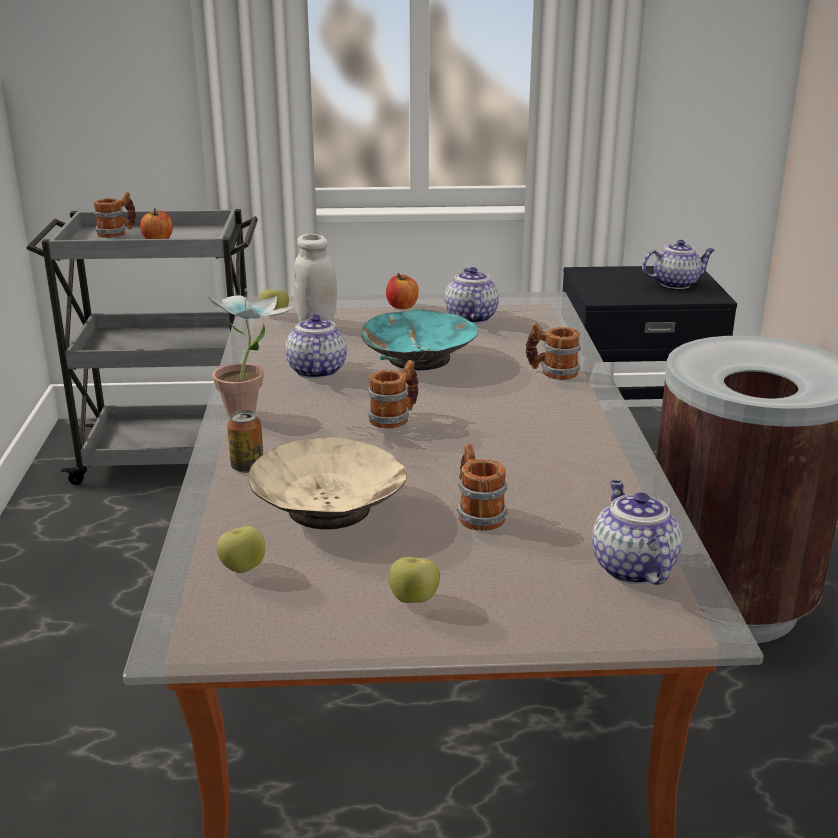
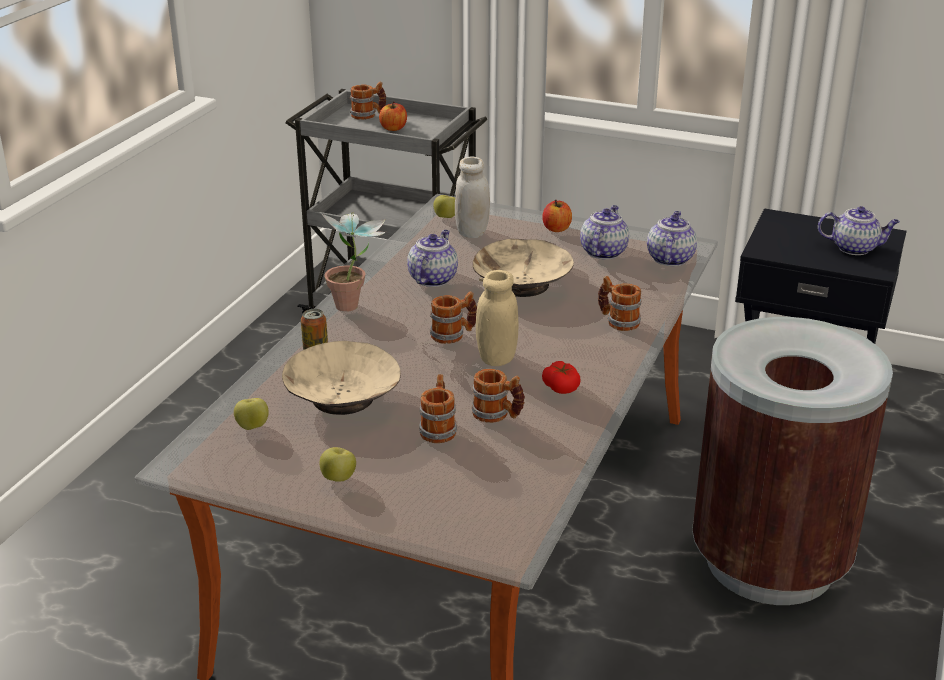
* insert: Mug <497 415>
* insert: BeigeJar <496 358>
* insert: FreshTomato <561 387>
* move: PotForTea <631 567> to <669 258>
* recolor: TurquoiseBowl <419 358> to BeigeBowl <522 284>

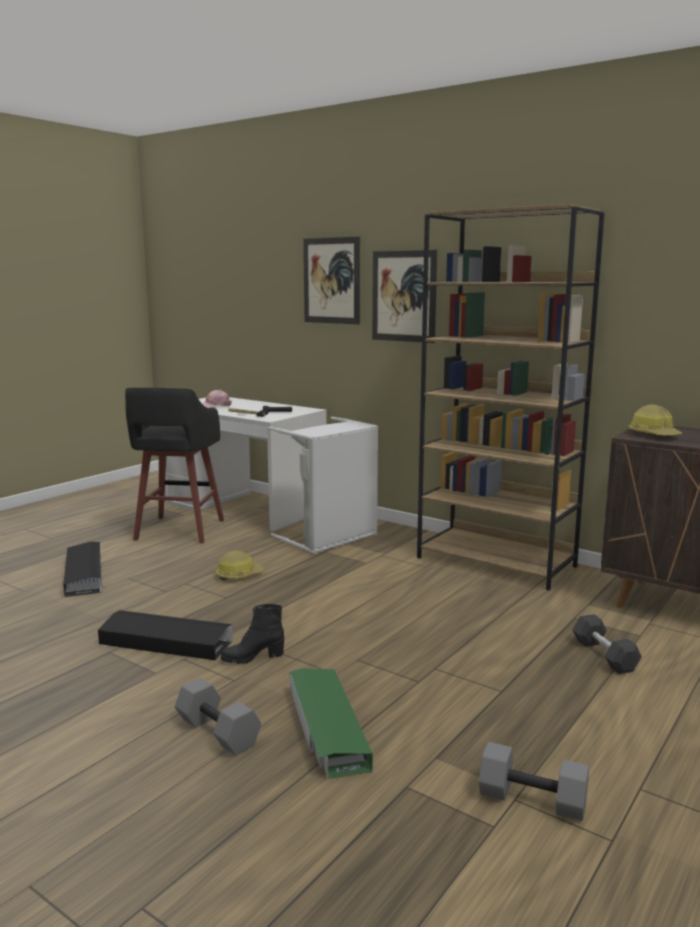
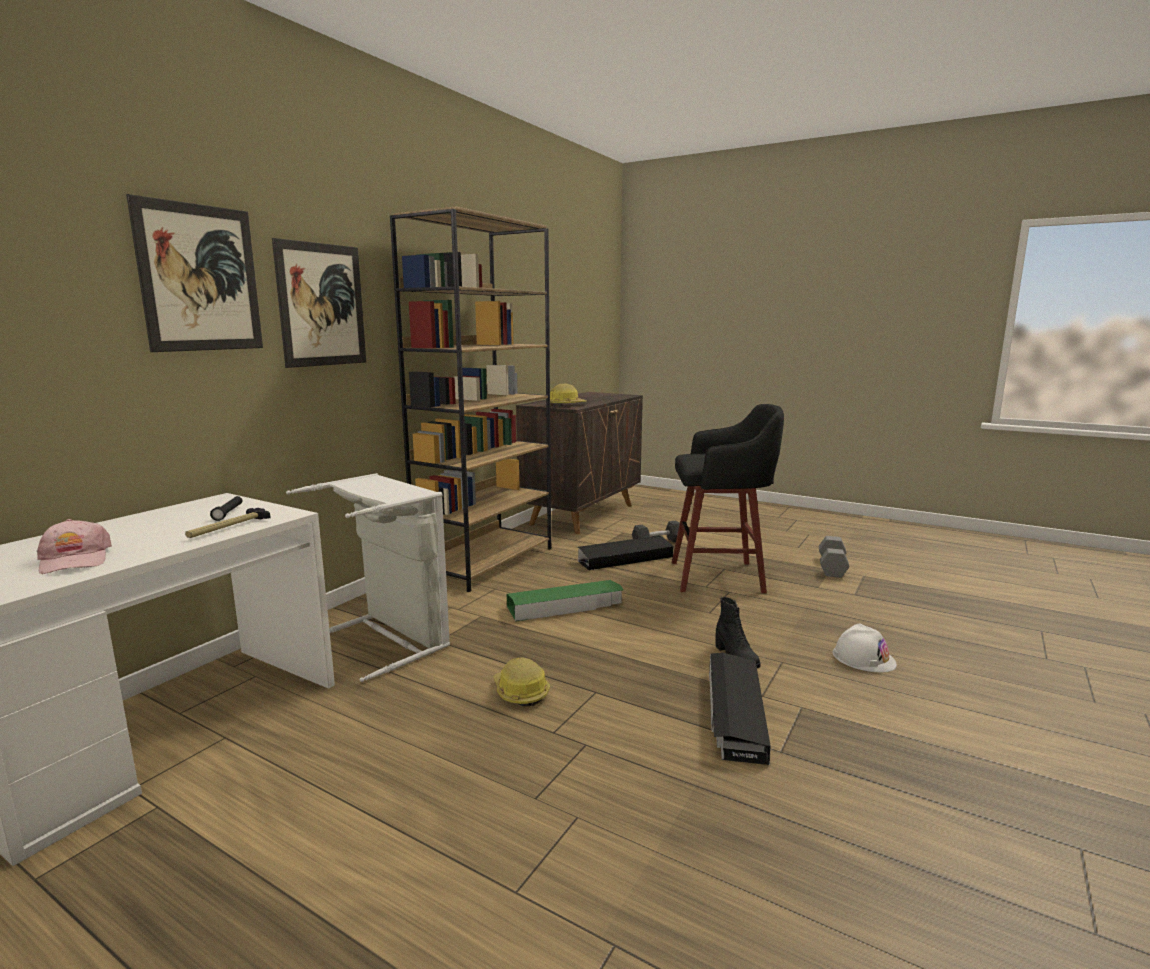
* move: BlackColouredStorageBox <84 575> to <624 559>
* move: BlackColouredSittingStool <178 531> to <720 577>
* move: GreenColouredStorageBox <327 728> to <565 606>
* replace: GreyishHandWeight <219 732> to WhiteColouredHardHat <863 658>

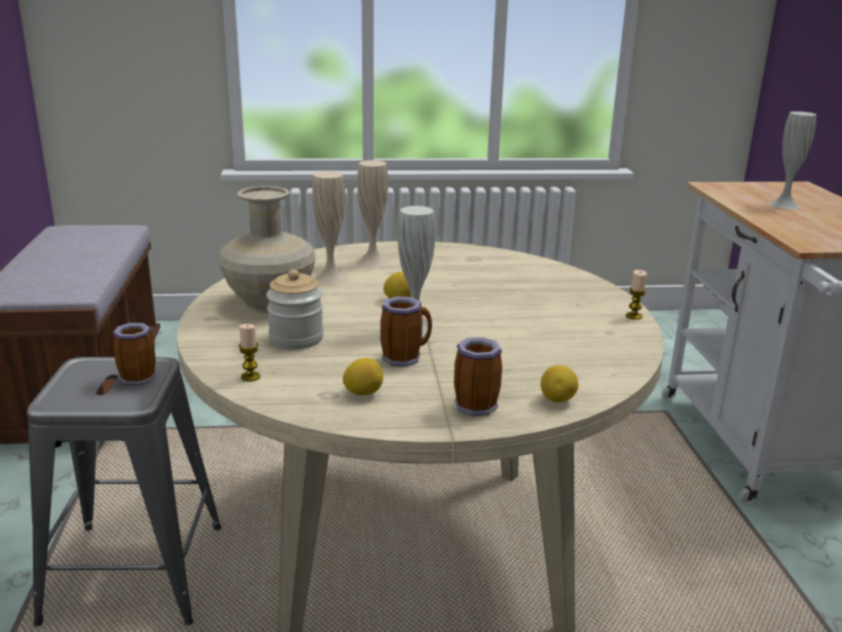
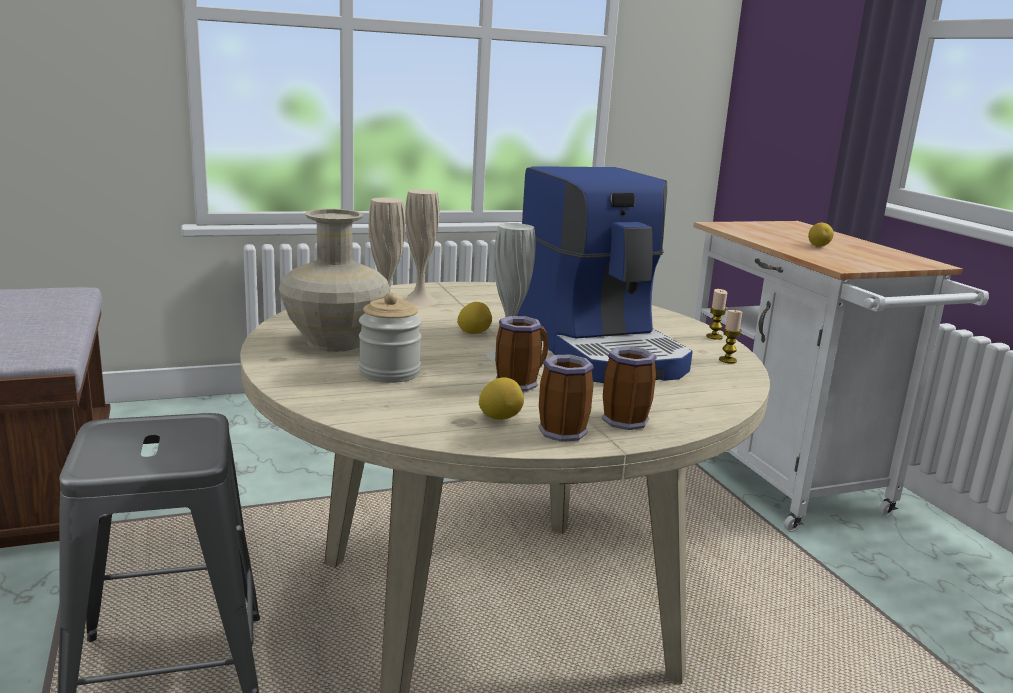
* delete: WhiteColouredVase <784 204>
* insert: CoffeeMachine <601 348>
* move: Mug <139 376> to <561 430>
* move: WaxCandle <250 377> to <727 360>
* move: WholeLemon <557 400> to <818 246>

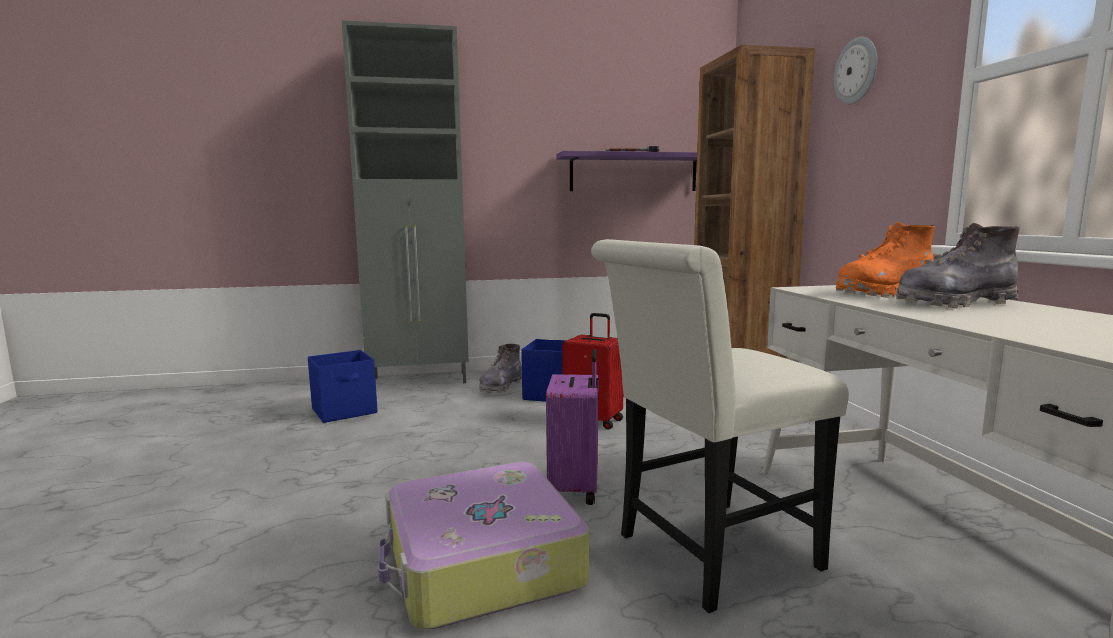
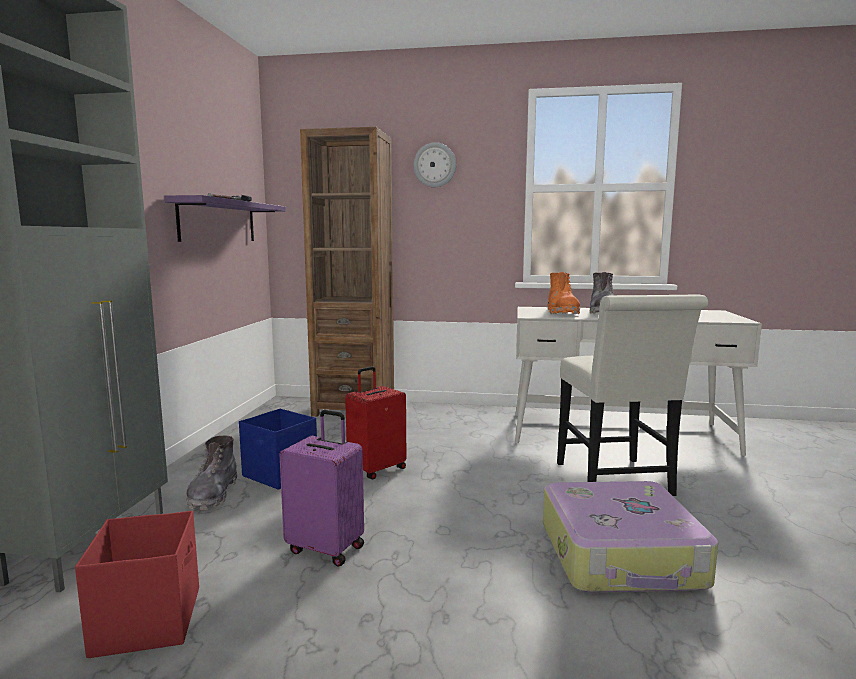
* move: PurplishSuitcase <576 489> to <327 548>
* recolor: BlueStorageBox <345 411> to RedColouredStorageBox <149 620>
* rotate: GreyishTallBoot <501 386> = <213 494> 45 degrees clockwise

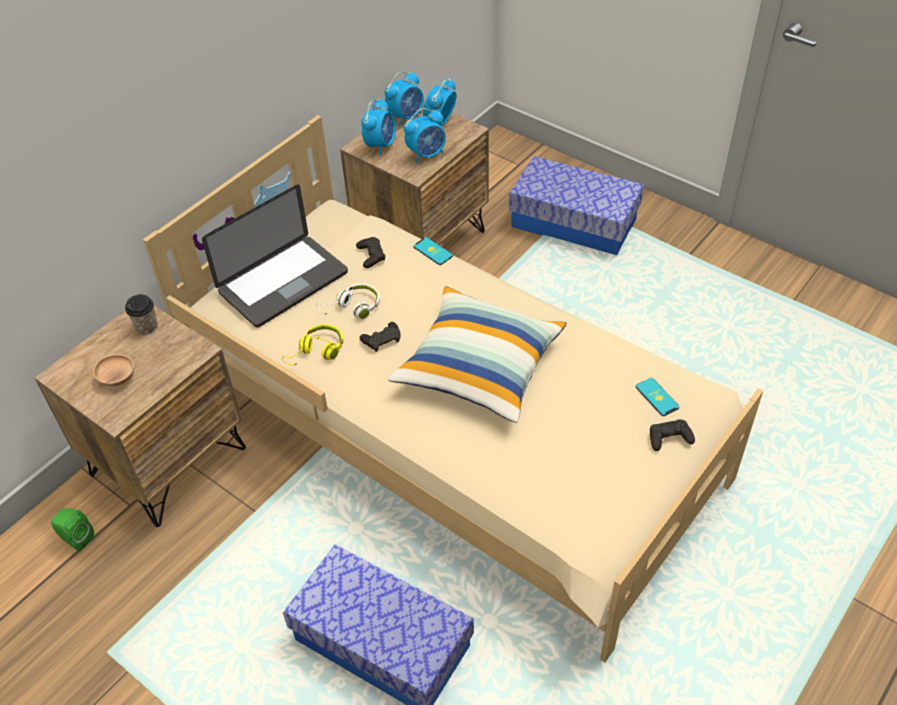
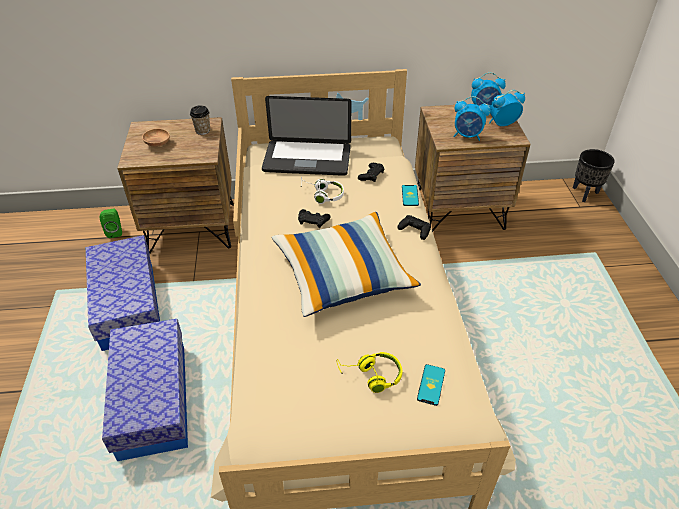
* delete: TableClock <381 145>
* insert: BlackColouredPlanter <585 194>
* move: YellowColouredPairOfHeadphones <317 352> to <371 376>
* move: StorageBox <574 223> to <129 305>
* move: BlackColouredGamepad <669 438> to <415 230>

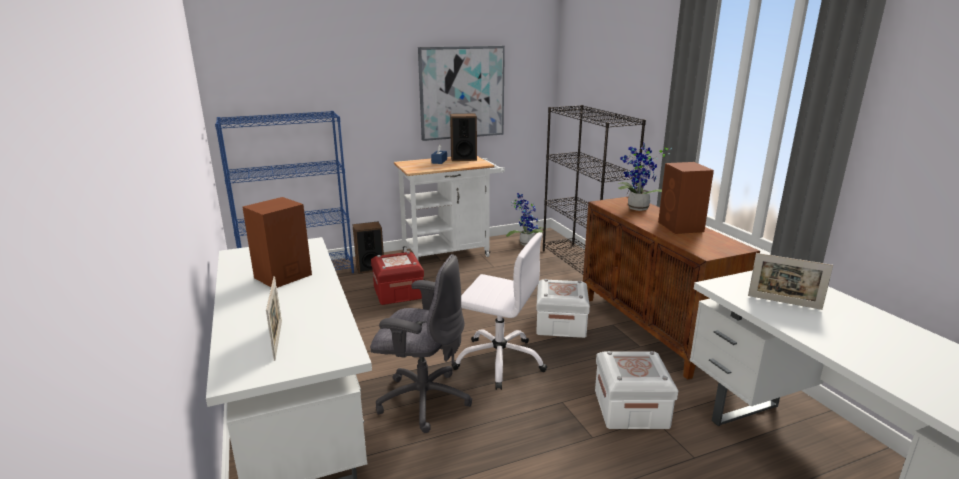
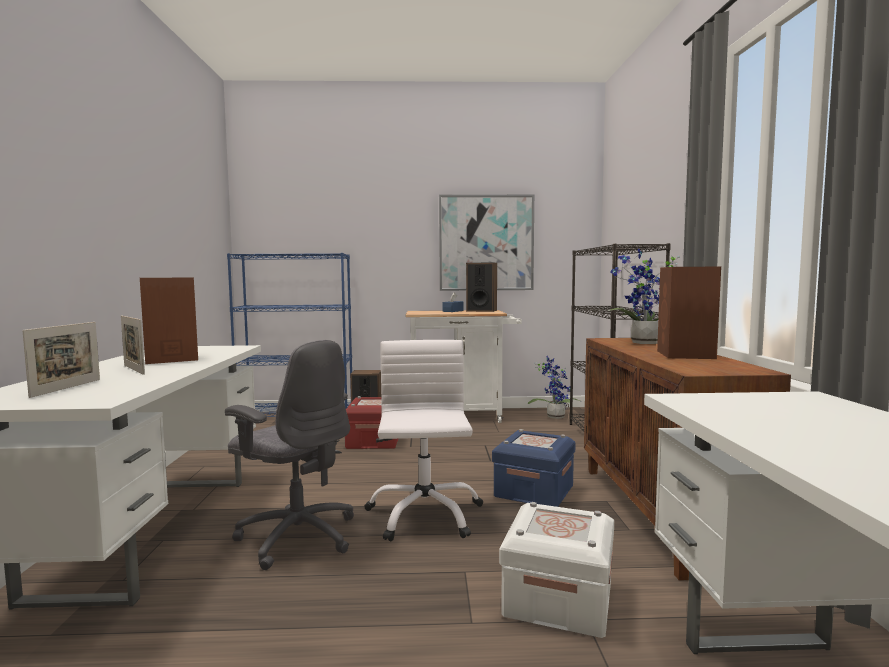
* move: PictureFrame <784 302> to <134 370>
* recolor: WhiteColouredStorageBox <560 324> to BlueStorageBox <534 491>
* rotate: WhiteColouredDeskChair <499 361> = <424 515> 135 degrees counterclockwise

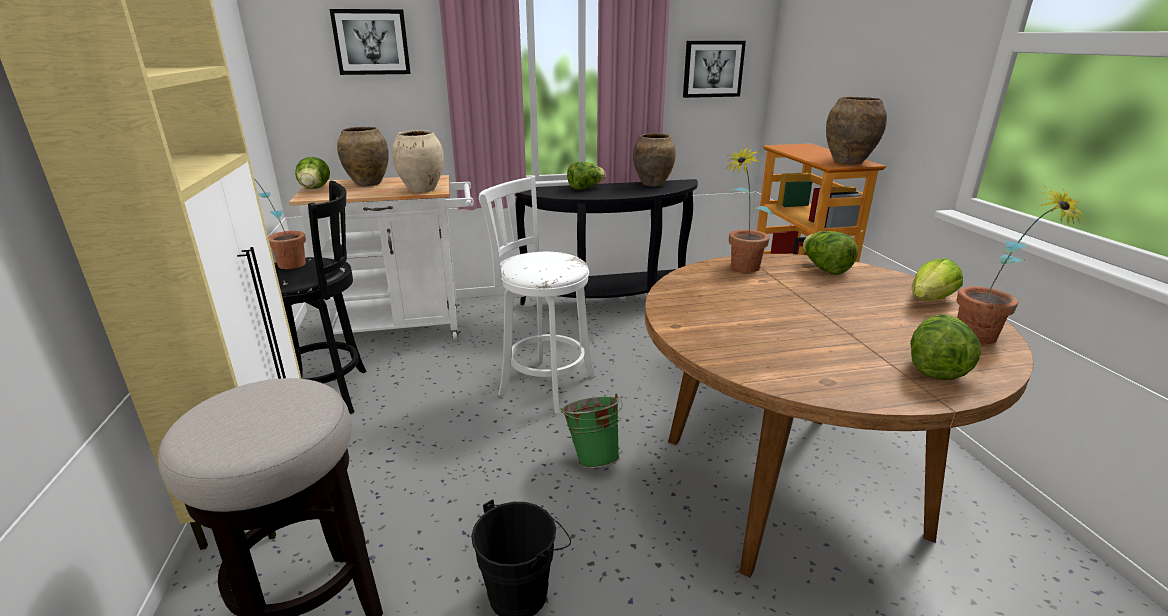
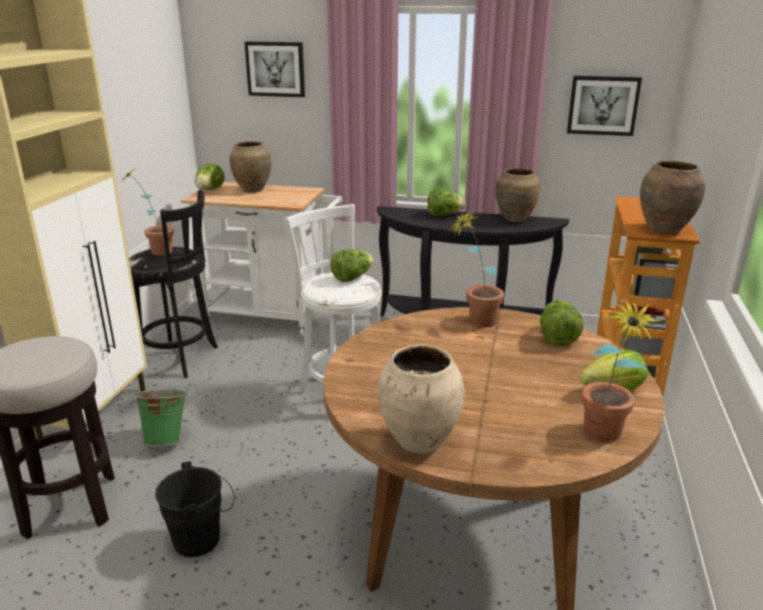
* move: BeigeVase <422 190> to <420 442>
* move: GreenColouredWaterBucket <592 457> to <167 439>
* move: LettuceHead <935 367> to <352 278>

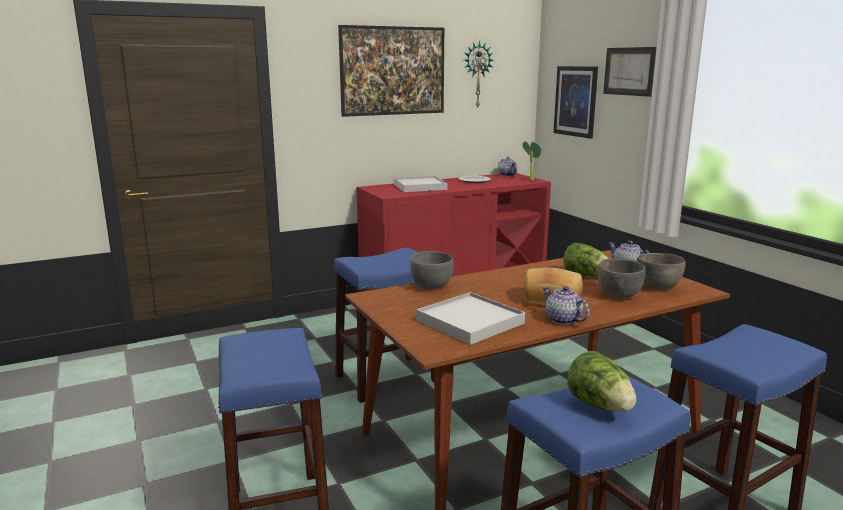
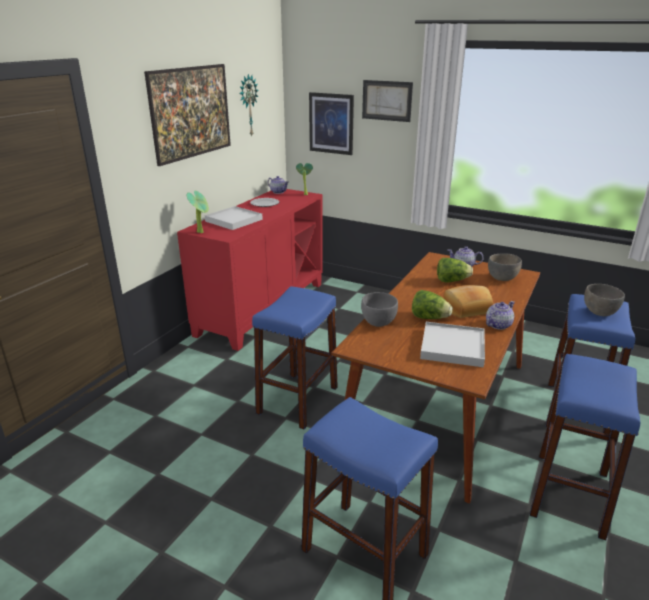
* insert: Houseplant <201 232>
* move: LettuceHead <600 406> to <429 318>
* move: GreyishBowl <618 295> to <599 312>
* rotate: PotForTea <563 320> = <498 325> 120 degrees clockwise

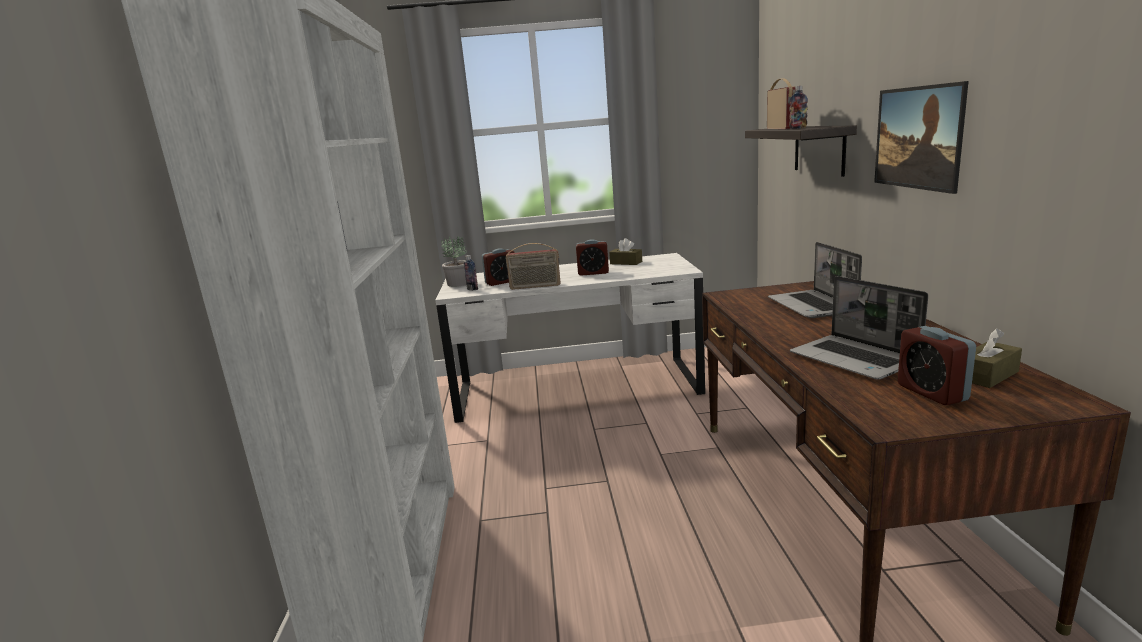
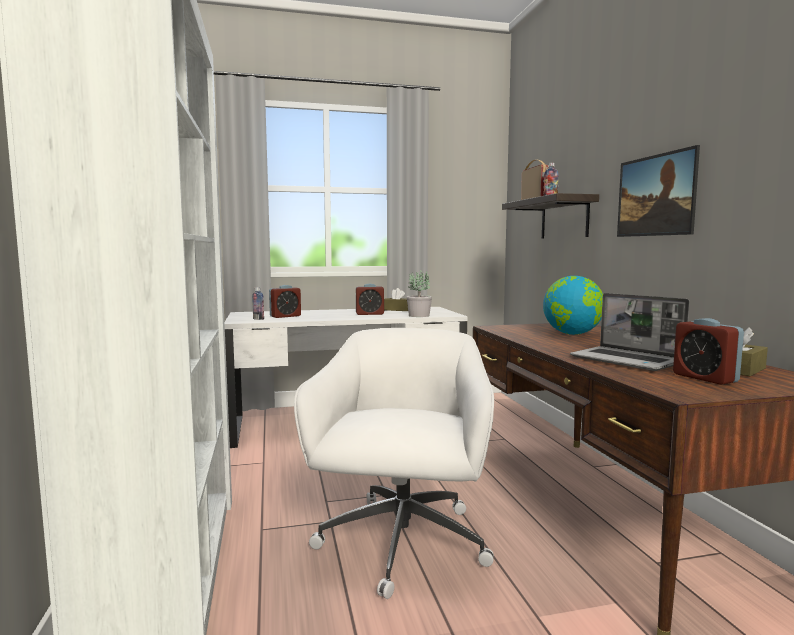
* delete: Radio <535 286>
* insert: WhiteColouredDeskChair <401 545>
* move: Houseplant <459 283> to <419 315>
* replace: Laptop <813 306> to Globe <572 334>

